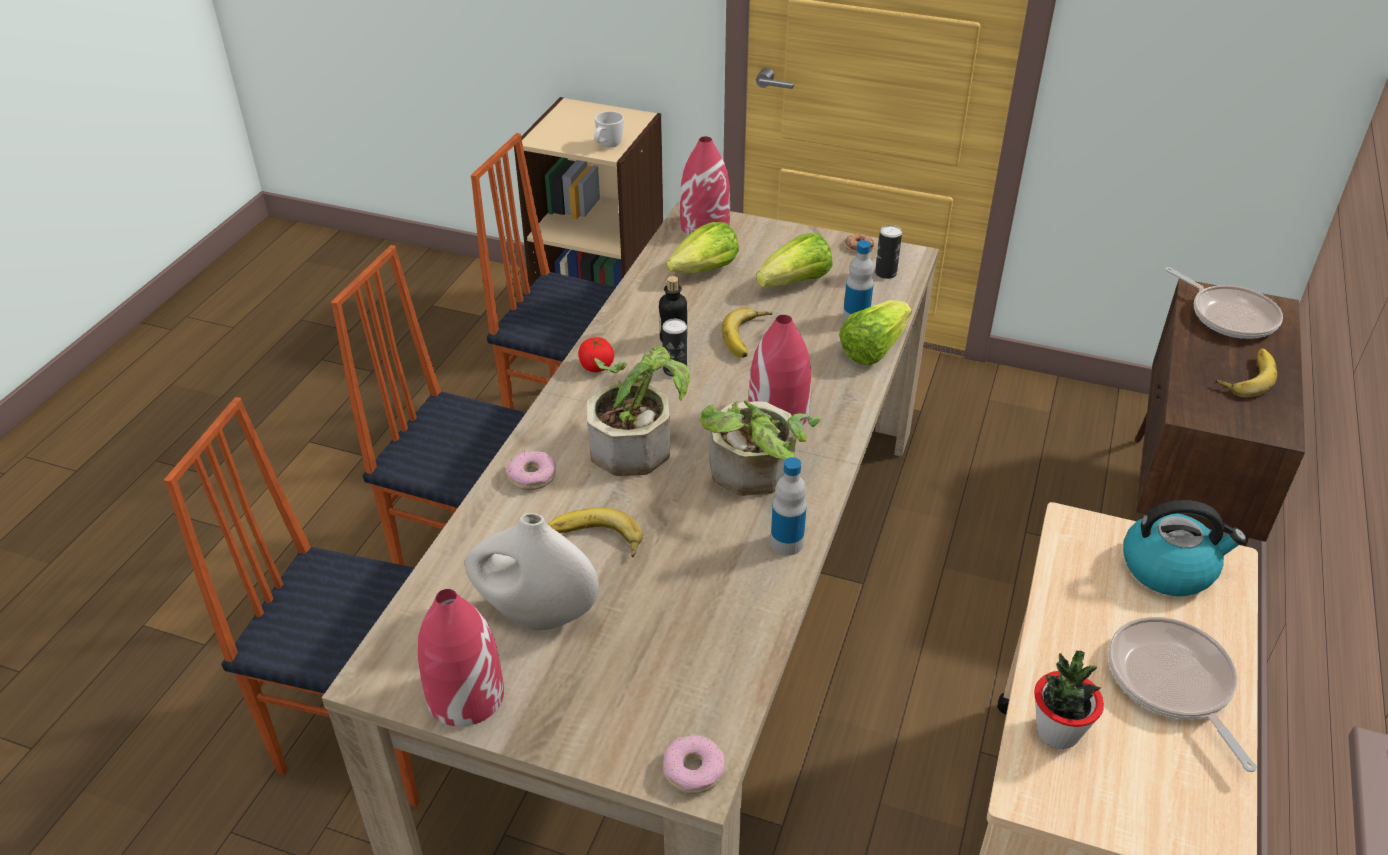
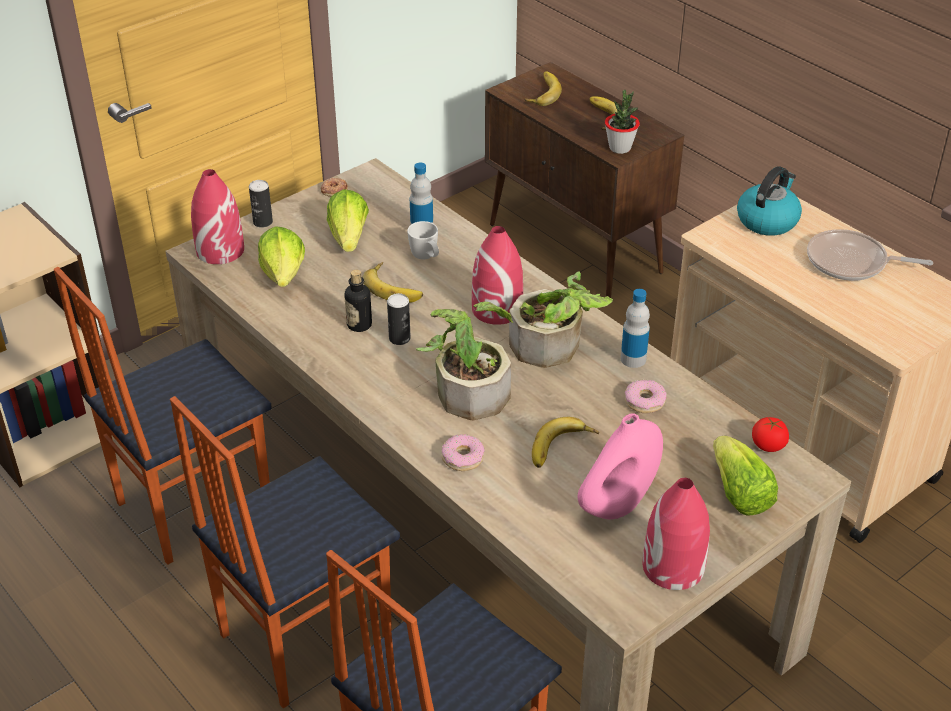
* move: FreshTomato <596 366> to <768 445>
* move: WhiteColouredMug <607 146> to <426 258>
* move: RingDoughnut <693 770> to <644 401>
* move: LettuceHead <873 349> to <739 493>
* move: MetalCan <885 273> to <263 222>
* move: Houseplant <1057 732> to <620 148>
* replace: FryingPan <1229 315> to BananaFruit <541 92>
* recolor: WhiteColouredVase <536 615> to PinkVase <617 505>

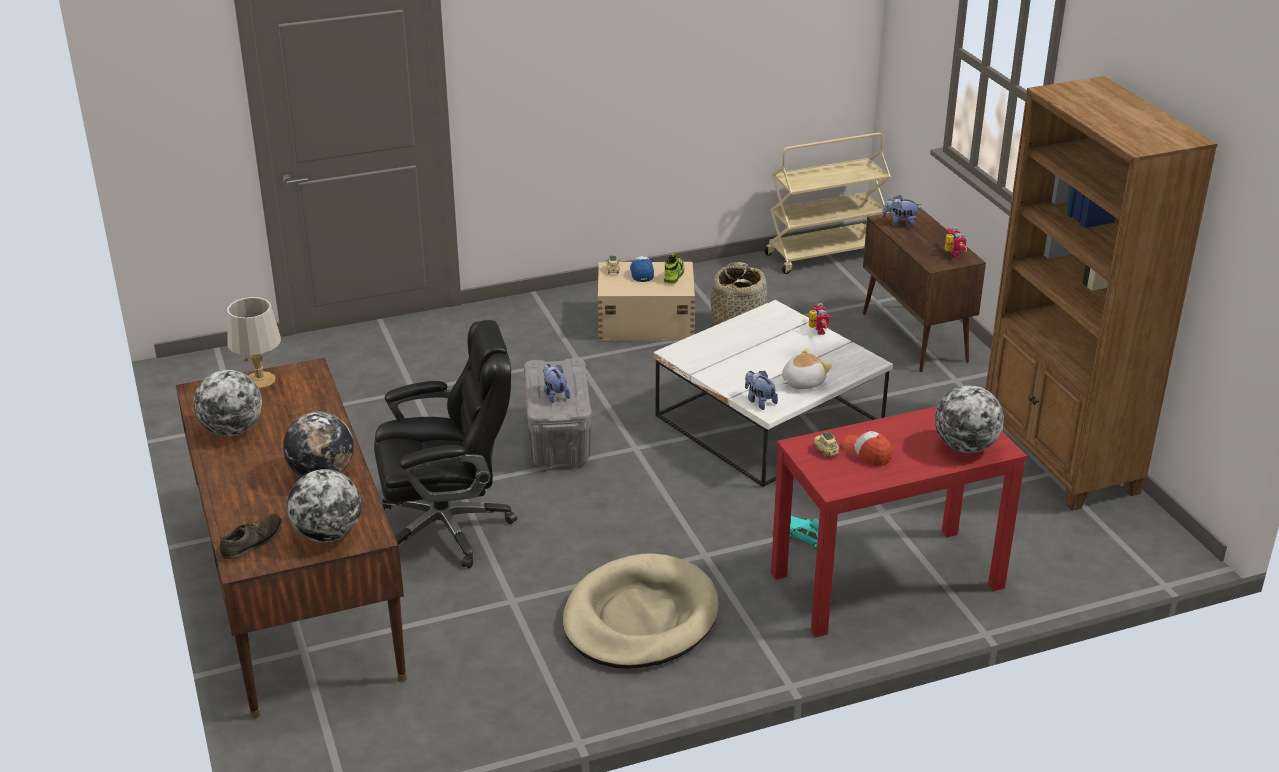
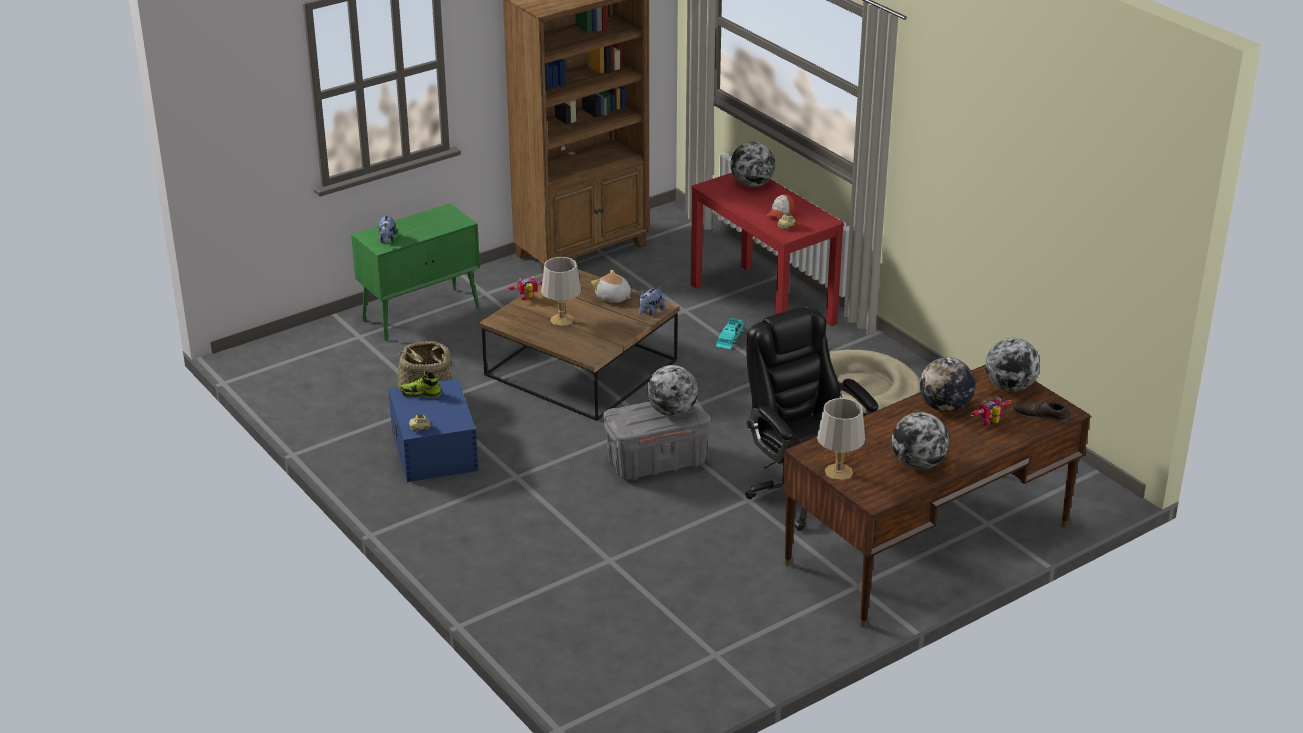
* delete: Cap <641 273>
* delete: BeigeWheeledCart <825 254>
* insert: GreyishTabletopLamp <561 320>
* move: ModelRobot <952 254> to <991 423>
* replace: SoftToy <554 395> to Globe <672 412>
* recolor: BeigeStorageBox <644 322> to BlueStorageBox <434 450>
* recolor: WhiteColouredLoungeTable <766 420> to BrownLoungeTable <581 368>
* recolor: BrownCabinet <915 338> to GreenColouredCabinet <422 314>

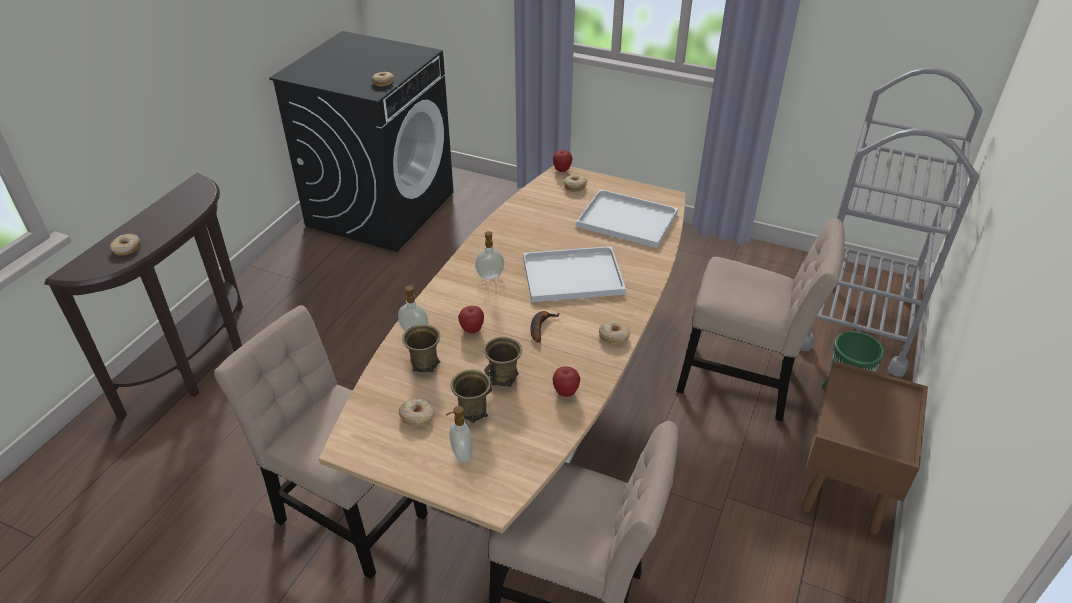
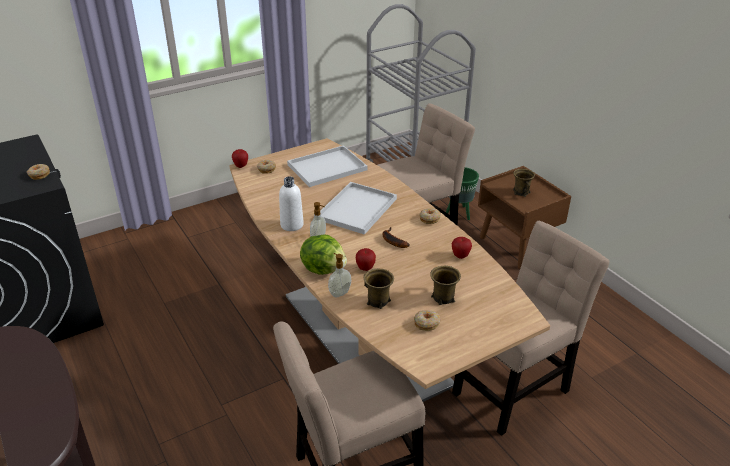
* delete: RingDoughnut <127 249>
* delete: SoapBottle <461 454>
* insert: WhiteColouredBottle <292 225>
* insert: LettuceHead <324 268>
* move: BrownMug <503 377> to <521 192>

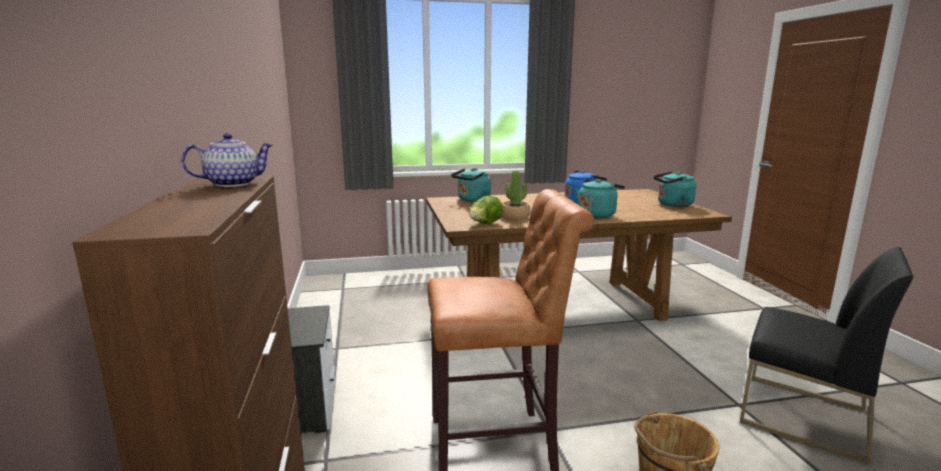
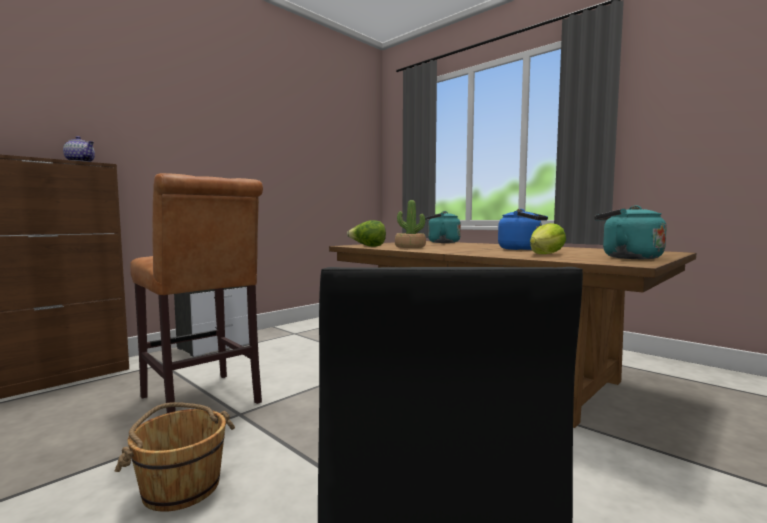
* delete: TurquoiseKettle <597 214>
* insert: LettuceHead <546 254>

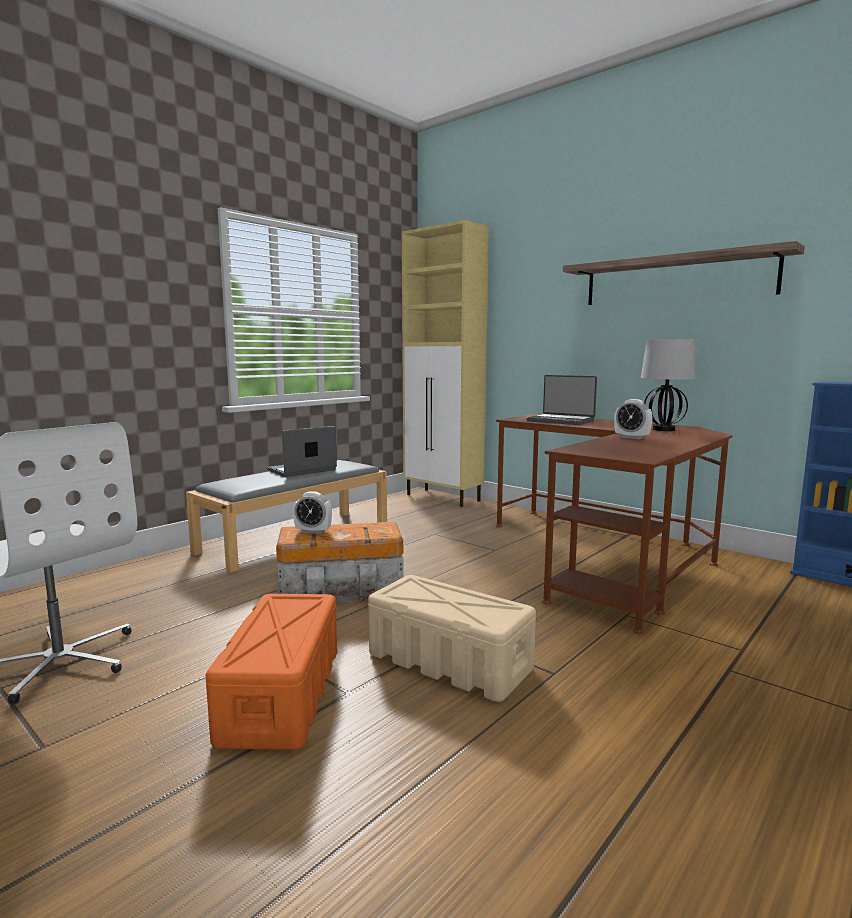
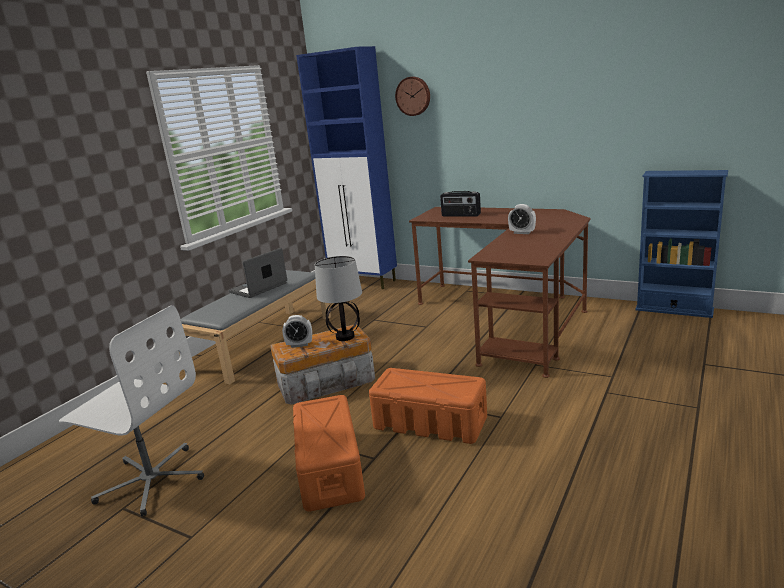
* delete: WallShelf <676 279>
* insert: WallClock <413 96>
* move: TabletopLamp <664 429> to <345 337>
* replace: Laptop <561 421> to Radio <461 215>
* recolor: BeigeStorageBox <450 662> to OrangeyStorageBox <431 423>
* recolor: BeigeCabinet <443 498> to BlueCabinet <364 282>

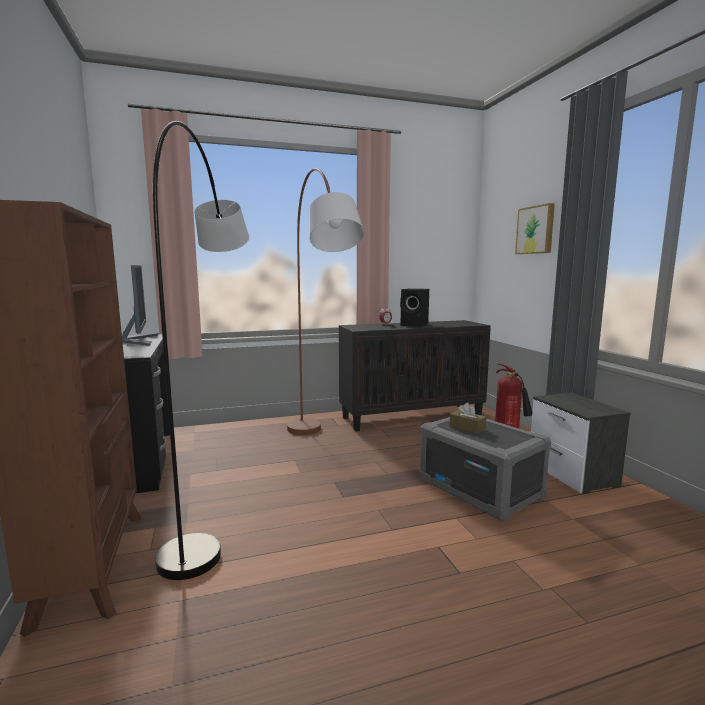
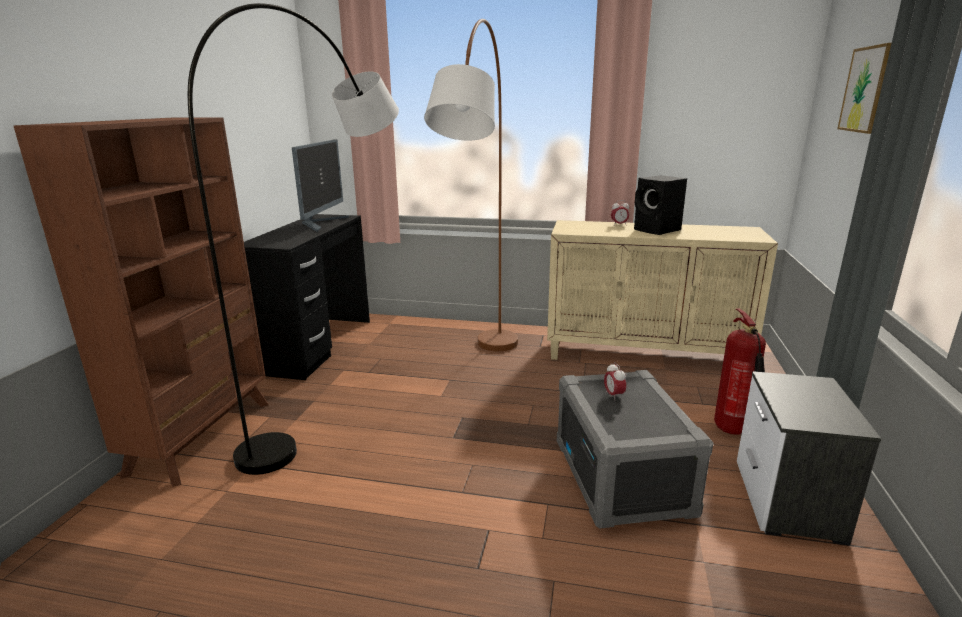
* replace: BrownBoxOfTissues <467 428> to TableClock <613 395>
* recolor: BlackColouredCabinet <412 417> to BeigeCabinet <645 354>

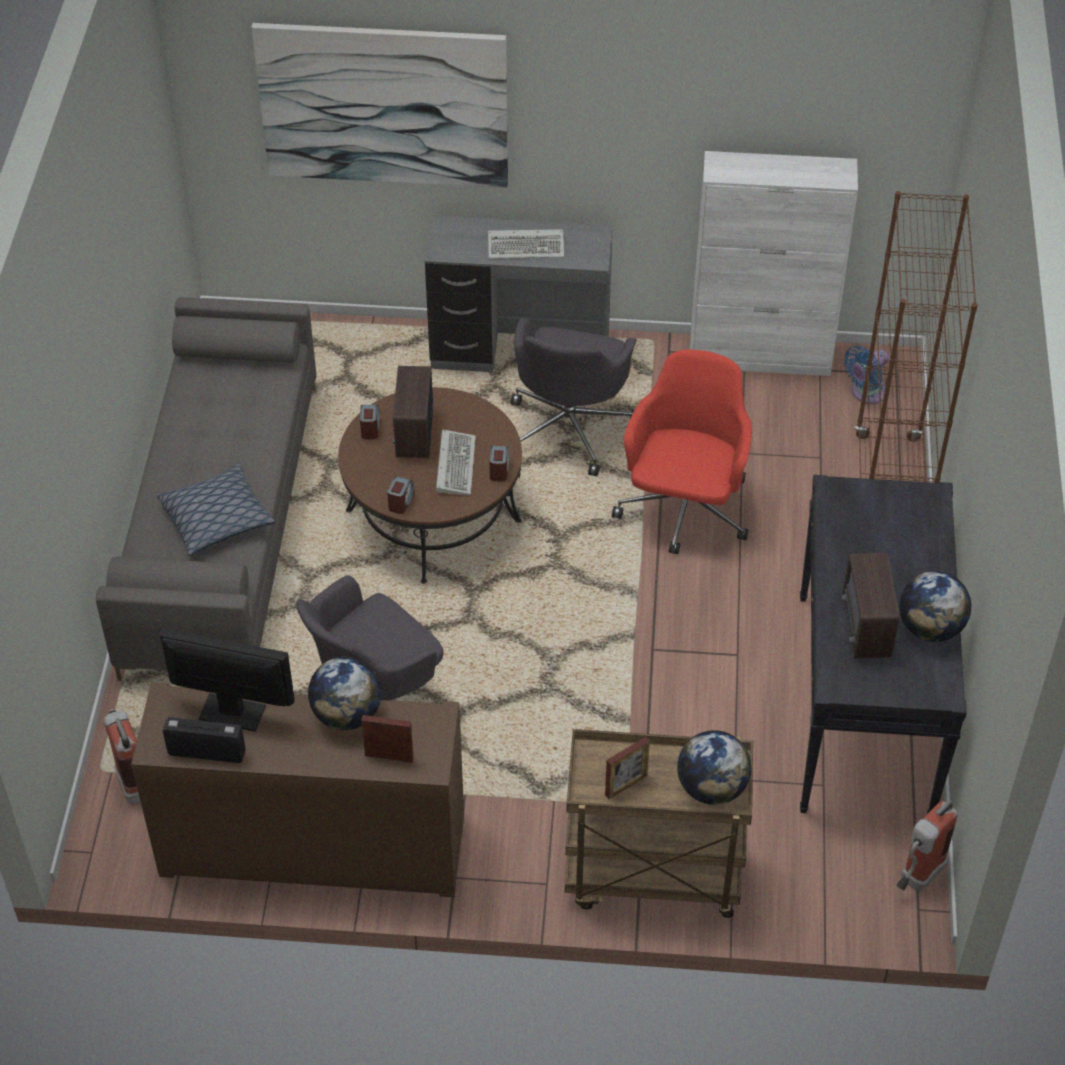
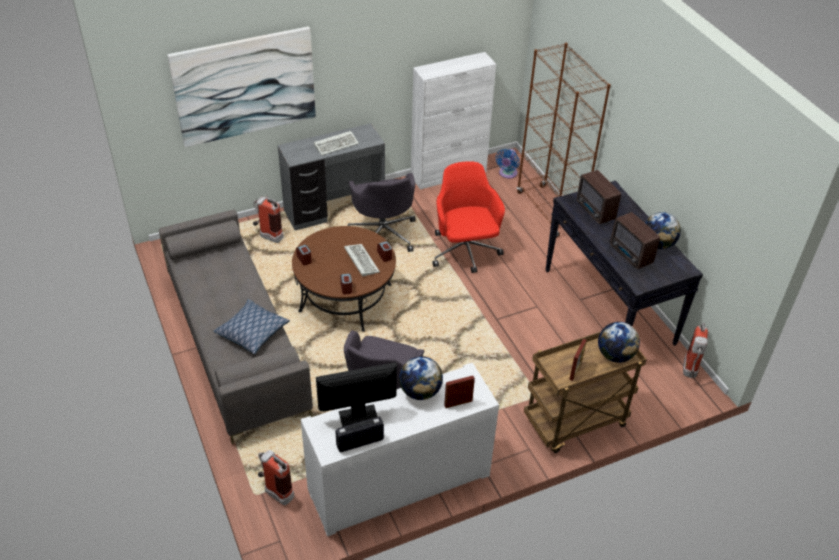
* insert: FireExtinguisher <268 236>
* move: Radio <413 434> to <595 211>
* recolor: BrownCabinet <313 846> to WhiteColouredCabinet <399 483>

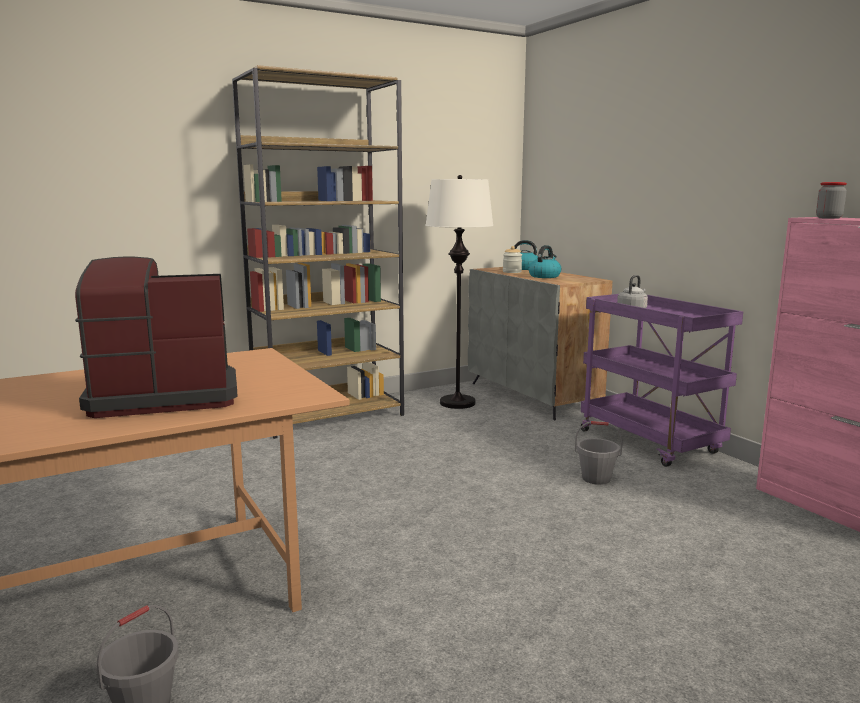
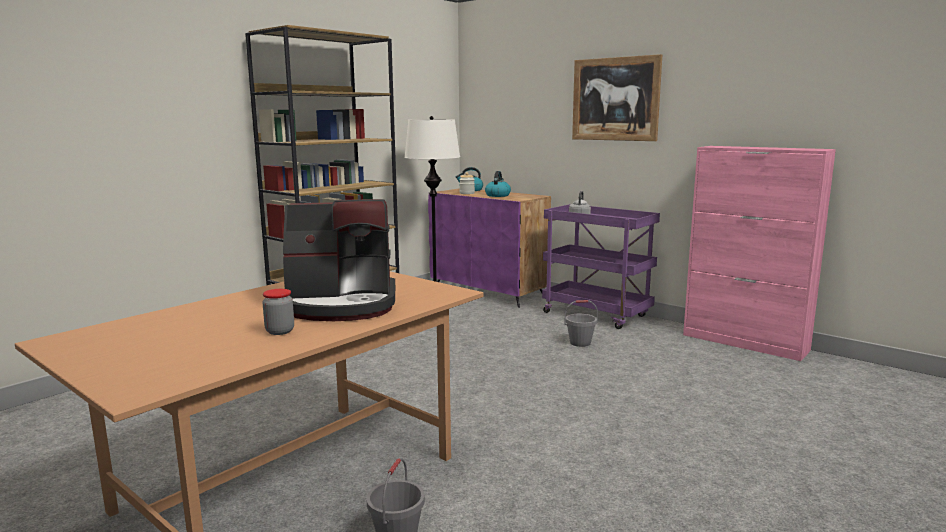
* insert: WallPicture <615 99>
* move: Jar <828 218> to <280 331>
* recolor: GreyishCabinet <533 396> to PurplishCabinet <489 292>
* rotate: CoffeeMachine <163 396> = <341 305> 150 degrees counterclockwise

